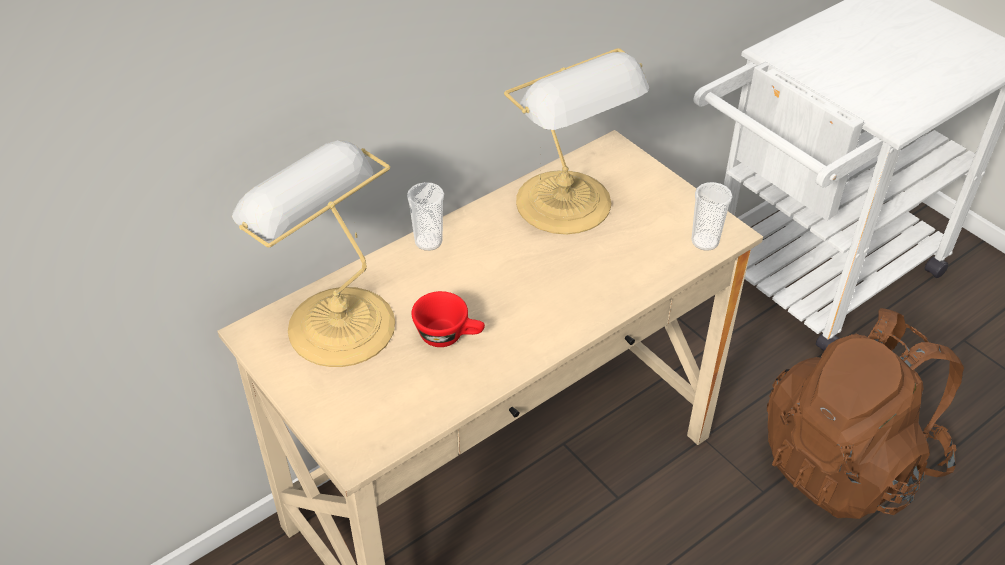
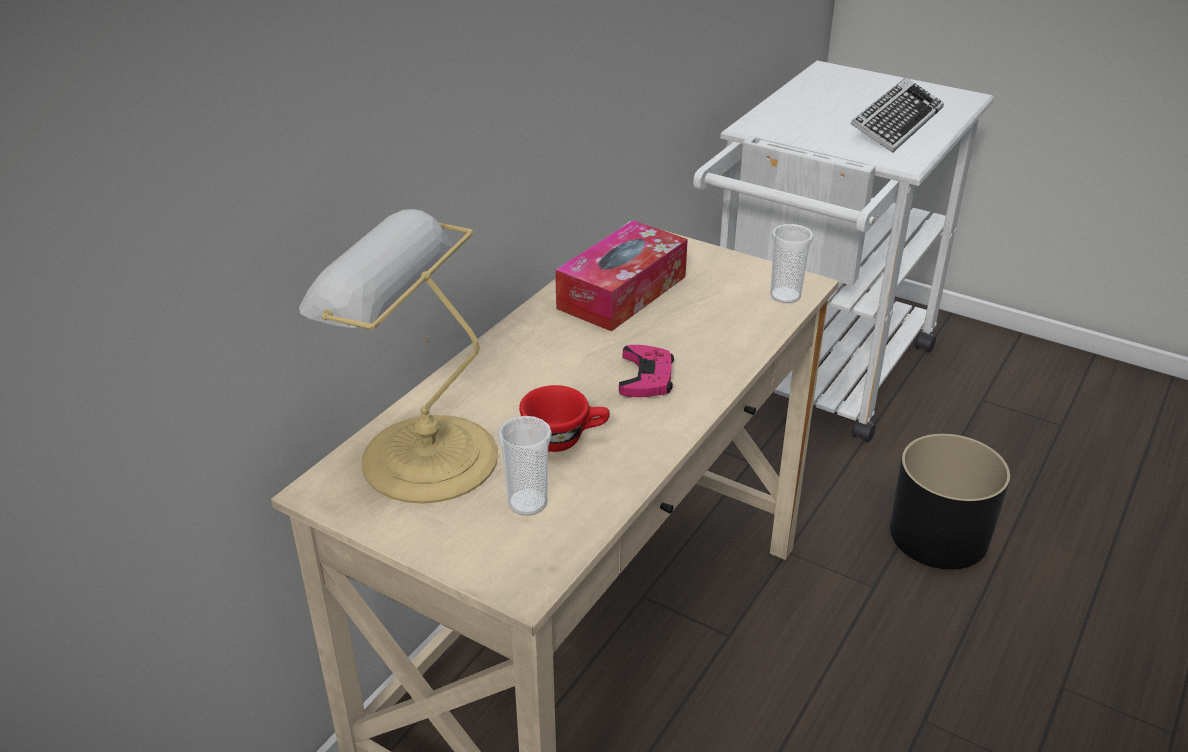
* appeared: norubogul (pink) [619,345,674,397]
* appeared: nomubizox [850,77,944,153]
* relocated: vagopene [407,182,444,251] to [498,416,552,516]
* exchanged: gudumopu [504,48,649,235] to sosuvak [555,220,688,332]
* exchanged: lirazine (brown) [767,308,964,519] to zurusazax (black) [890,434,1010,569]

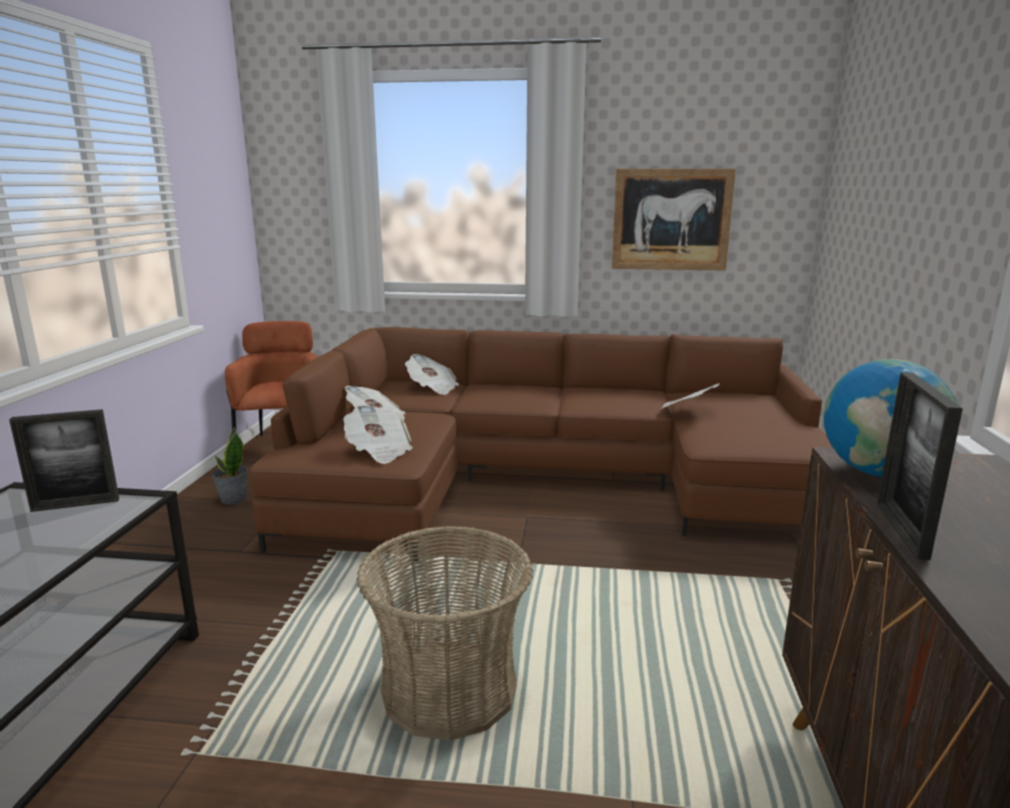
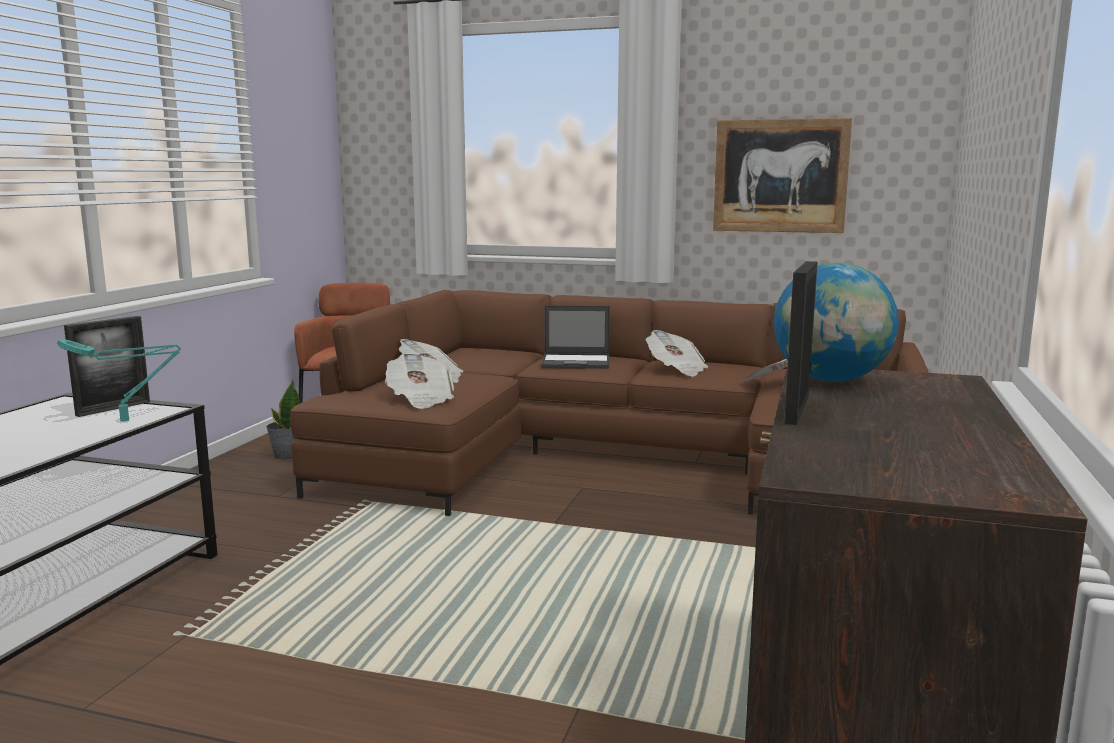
* missing: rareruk [357,526,533,741]
* appeared: gudumopu (turquoise) [57,339,181,422]
* appeared: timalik [541,306,610,369]
* relocated: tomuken [405,354,459,395] to [646,330,709,377]
* spun: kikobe [9,409,119,512] = [64,316,150,417] 45 degrees counterclockwise

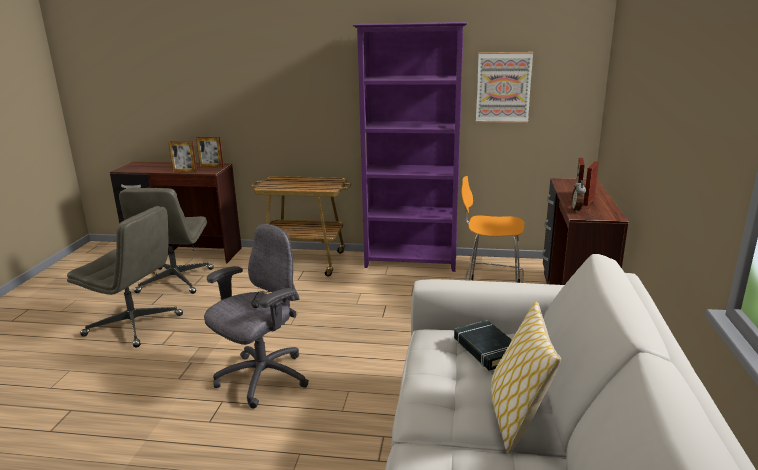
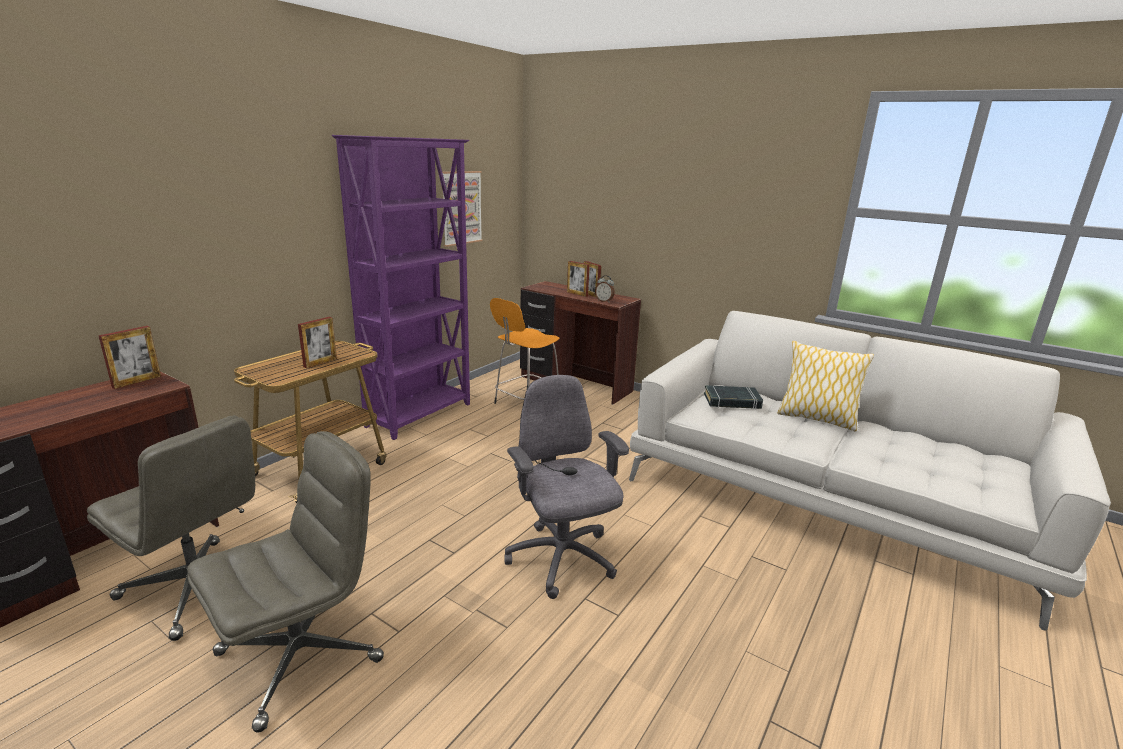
* relocated: kikobe [168,141,197,173] to [298,317,337,368]

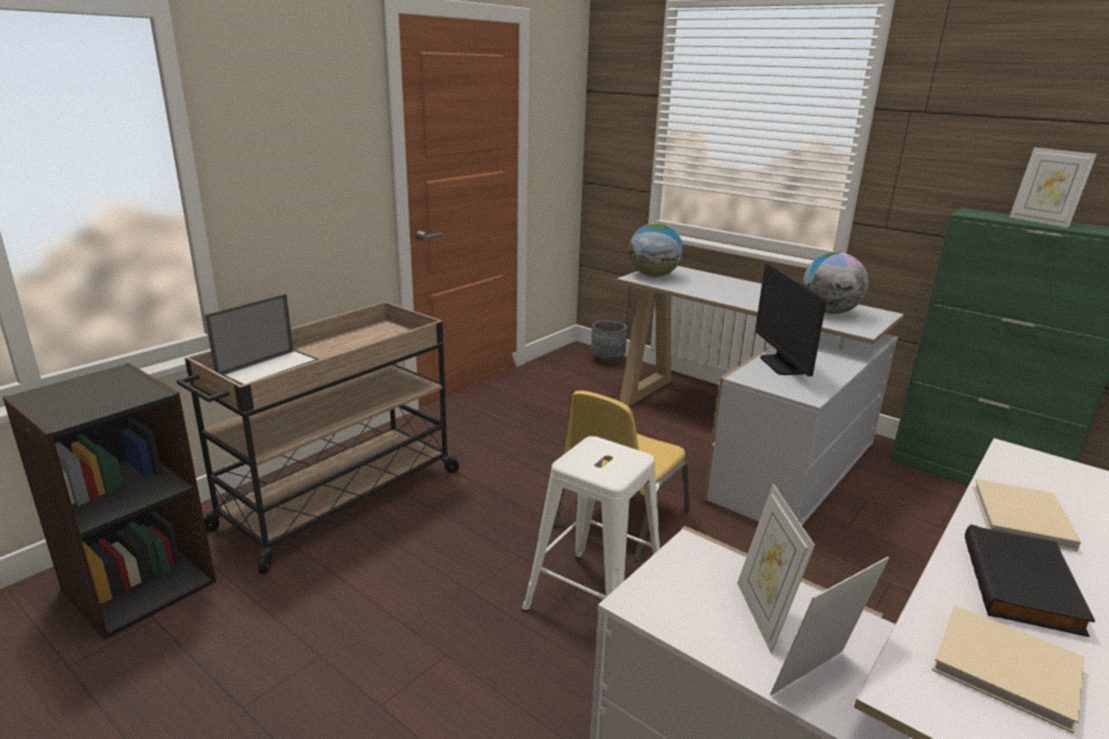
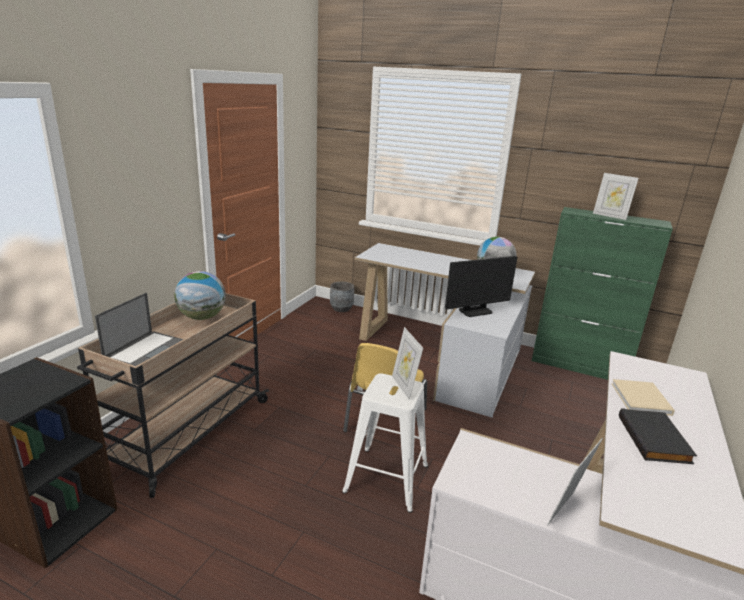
* missing: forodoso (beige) [932,605,1085,734]
* relocated: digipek [629,223,683,277] to [174,271,226,320]
* relocated: kikobe [737,484,815,653] to [392,327,423,400]
* spun: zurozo [755,263,827,376] = [445,256,517,317] 90 degrees counterclockwise

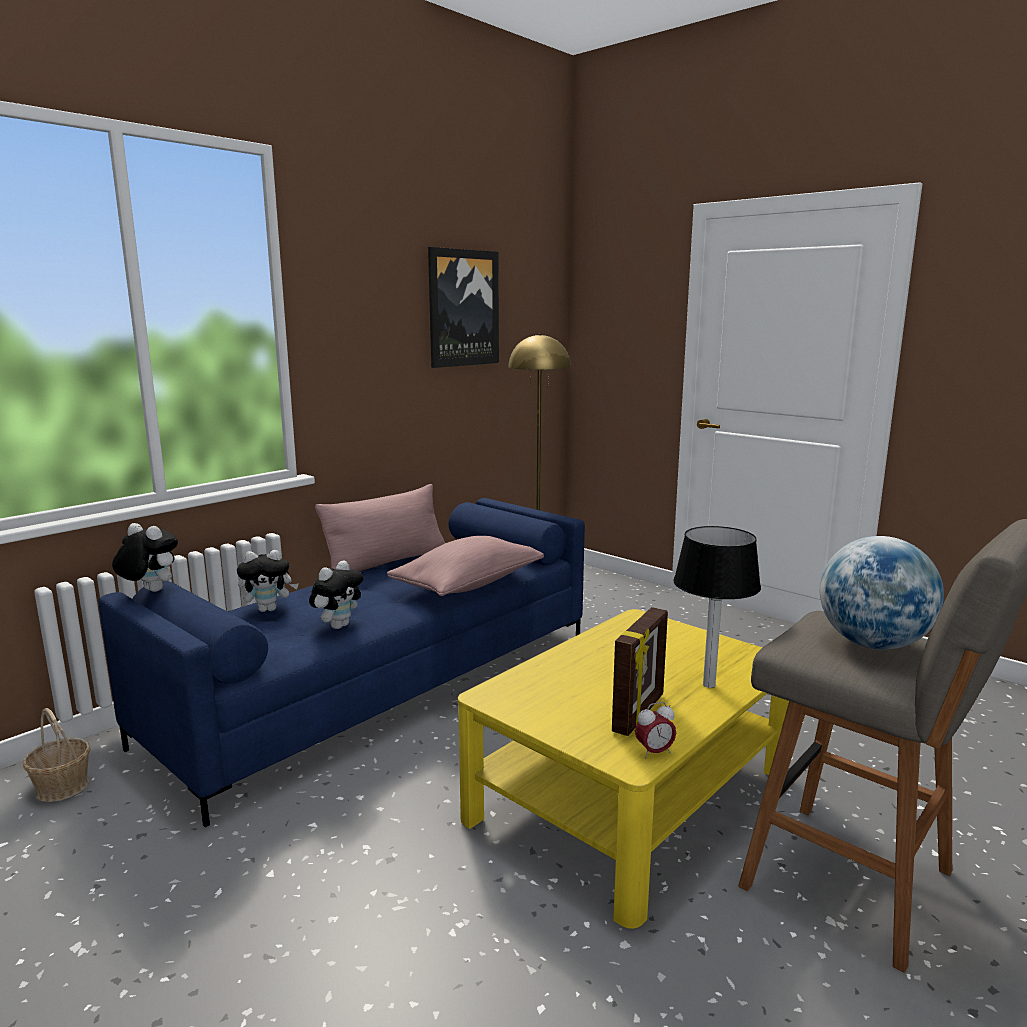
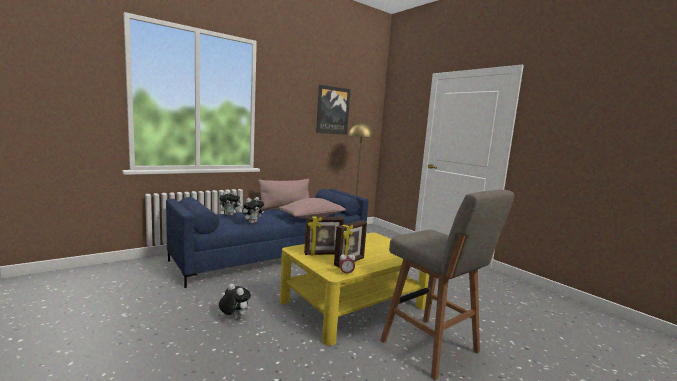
* missing: rareruk [23,708,91,802]
* missing: gudumopu [673,526,761,688]
* missing: digipek [820,536,944,650]
* appeared: kikobe [304,216,344,255]
* relocated: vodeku [112,523,178,592] to [219,284,251,319]

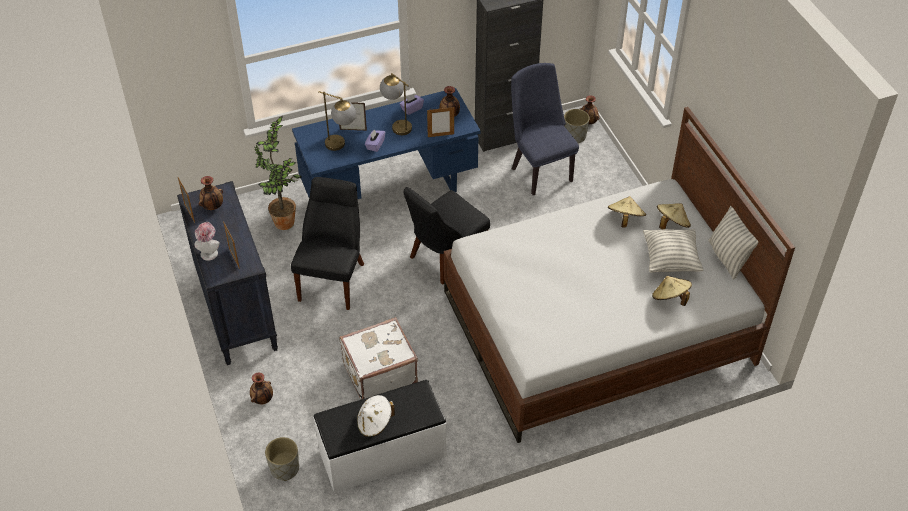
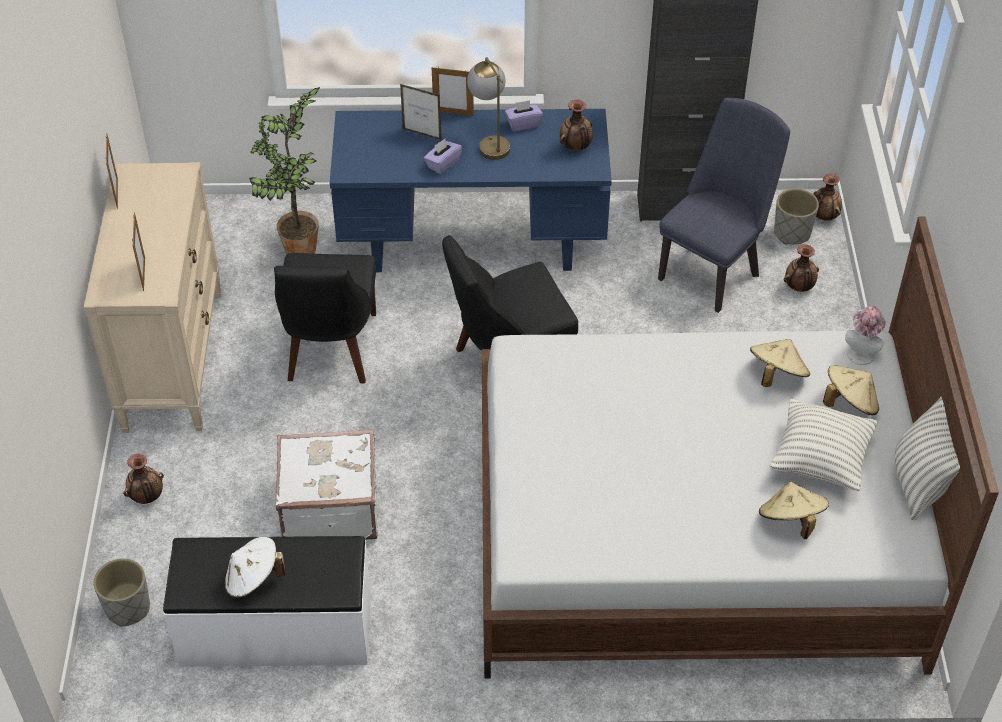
* missing: gudumopu [318,91,356,151]
* relocated: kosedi [195,222,220,260] to [845,306,886,365]
* relocated: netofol [199,176,223,210] to [784,244,819,292]
* relocated: kikobe [427,106,454,137] to [432,67,474,116]
* colour: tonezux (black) [177,181,278,365] to tonezux (beige) [84,162,222,433]
* spun: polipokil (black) [291,177,364,310] = [274,253,376,384] 150 degrees clockwise
* spun: polipokil (blue) [511,63,579,195] = [658,98,790,313] 45 degrees clockwise

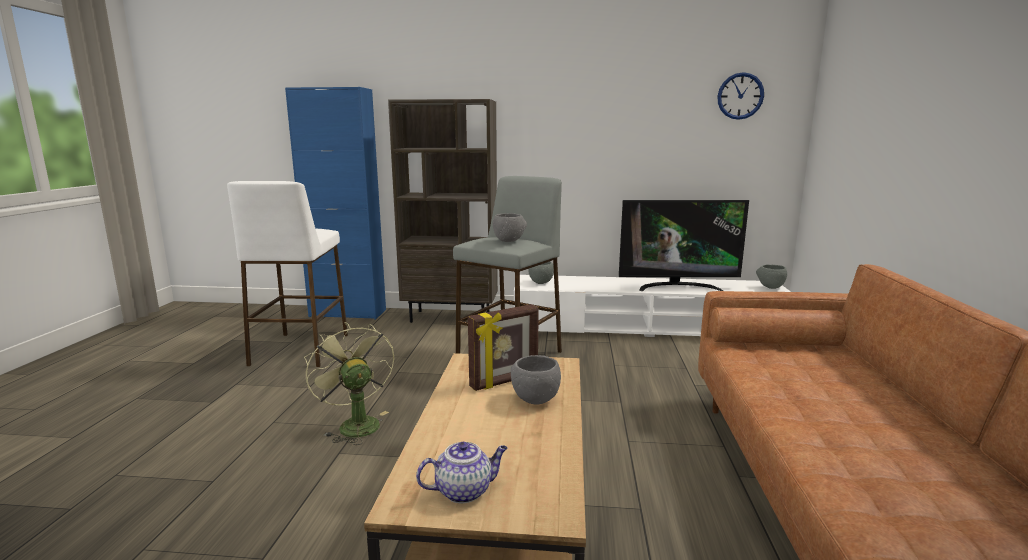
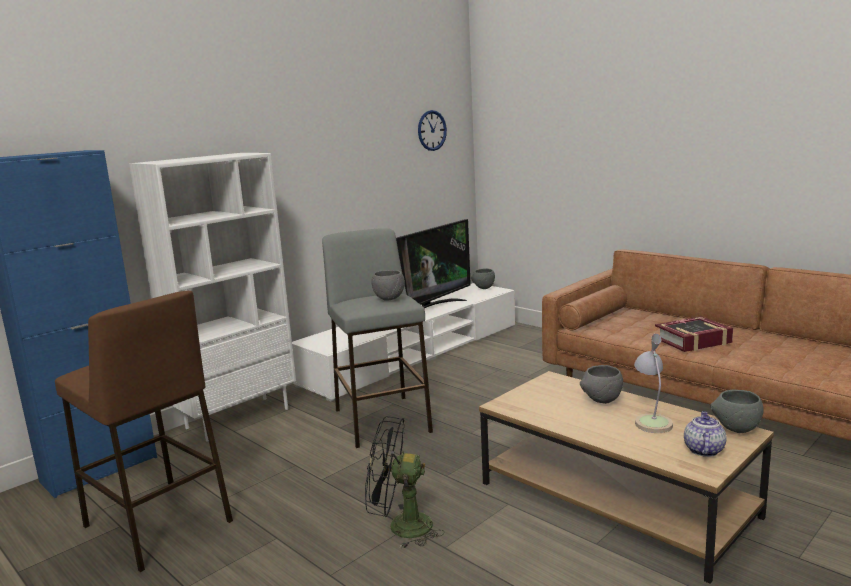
* missing: kikobe [468,304,539,391]
* appeared: gudumopu [634,334,673,433]
* appeared: forodoso [655,316,733,352]
* relocated: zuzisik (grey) [528,262,554,284] to [711,389,764,433]
* colour: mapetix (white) [227,181,348,367] to mapetix (brown) [55,291,233,572]
* colour: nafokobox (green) [304,322,394,445] to nafokobox (black) [365,416,445,549]
* colour: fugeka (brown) [388,99,498,323] to fugeka (white) [129,153,296,441]

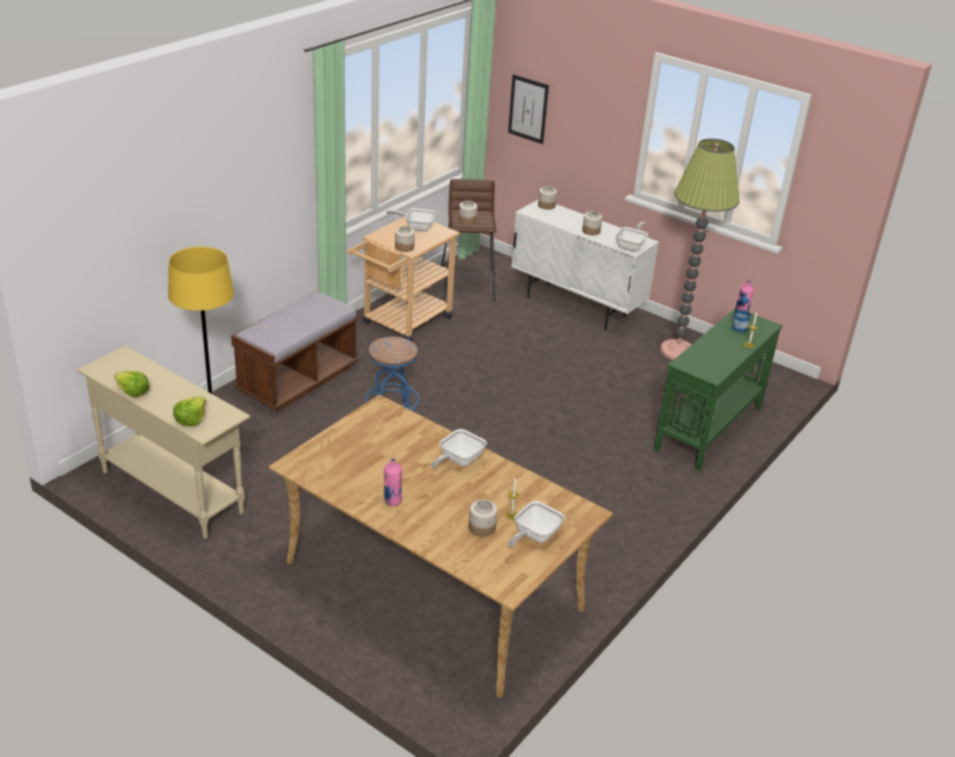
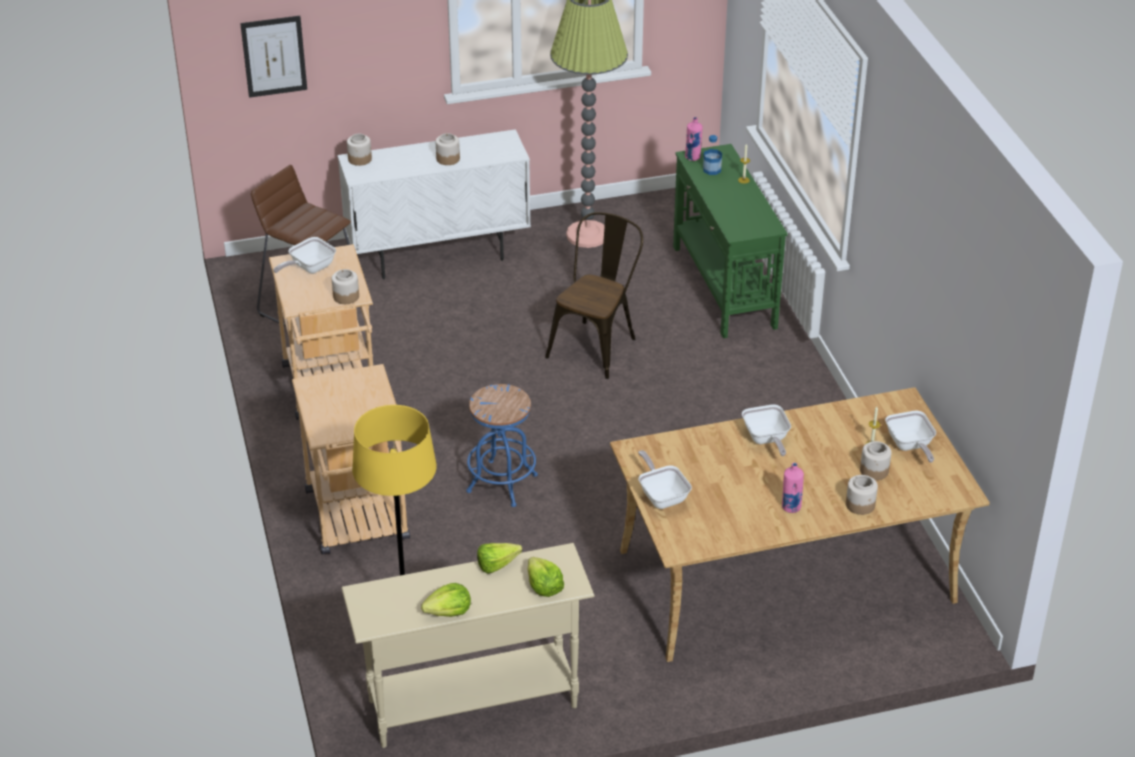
* appeared: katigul [477,543,522,574]
* appeared: polipokil (brown) [545,212,643,379]
* relocated: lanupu [459,201,477,225] to [846,475,878,515]
* relocated: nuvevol [615,222,648,252] to [638,450,692,509]
* exchanged: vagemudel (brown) [231,291,358,412] to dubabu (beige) [292,364,410,554]

